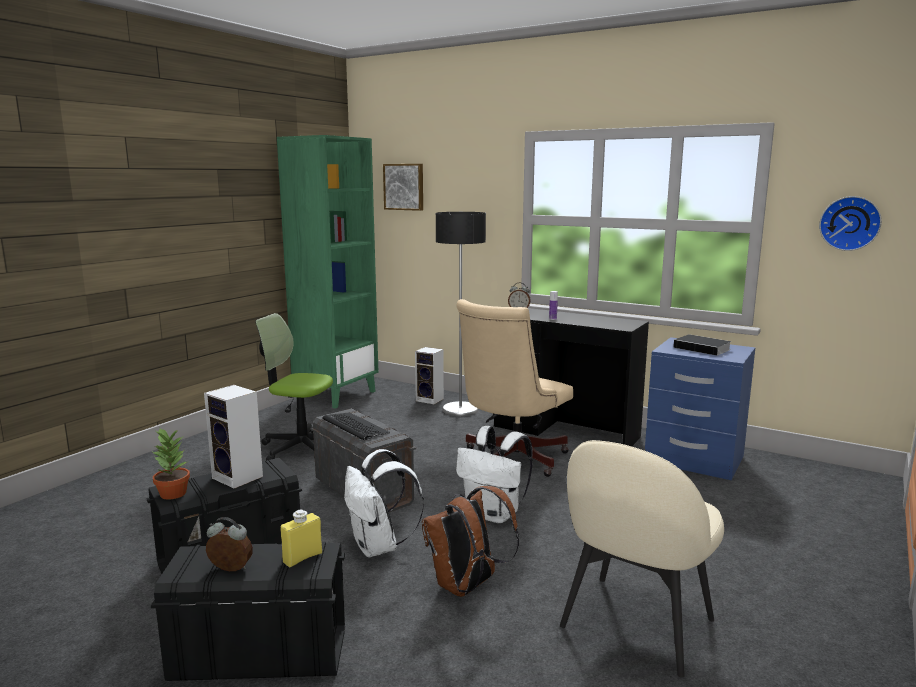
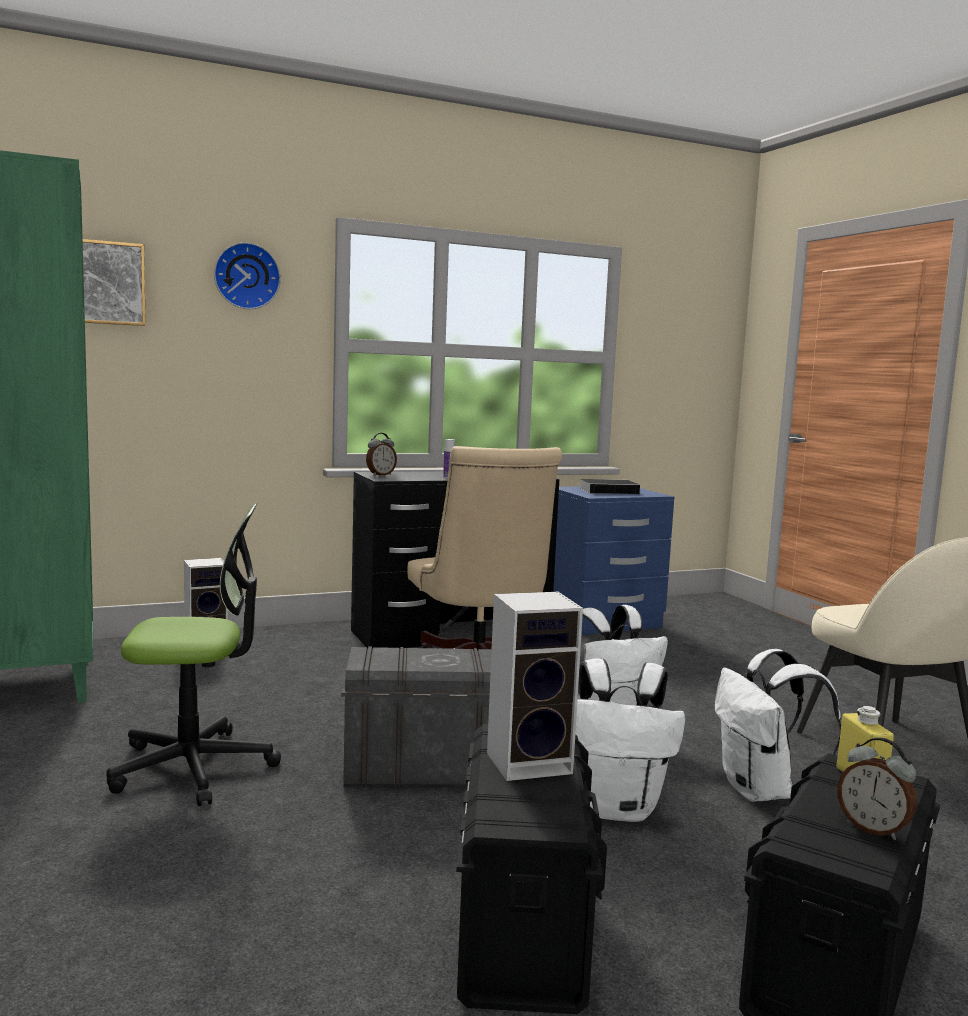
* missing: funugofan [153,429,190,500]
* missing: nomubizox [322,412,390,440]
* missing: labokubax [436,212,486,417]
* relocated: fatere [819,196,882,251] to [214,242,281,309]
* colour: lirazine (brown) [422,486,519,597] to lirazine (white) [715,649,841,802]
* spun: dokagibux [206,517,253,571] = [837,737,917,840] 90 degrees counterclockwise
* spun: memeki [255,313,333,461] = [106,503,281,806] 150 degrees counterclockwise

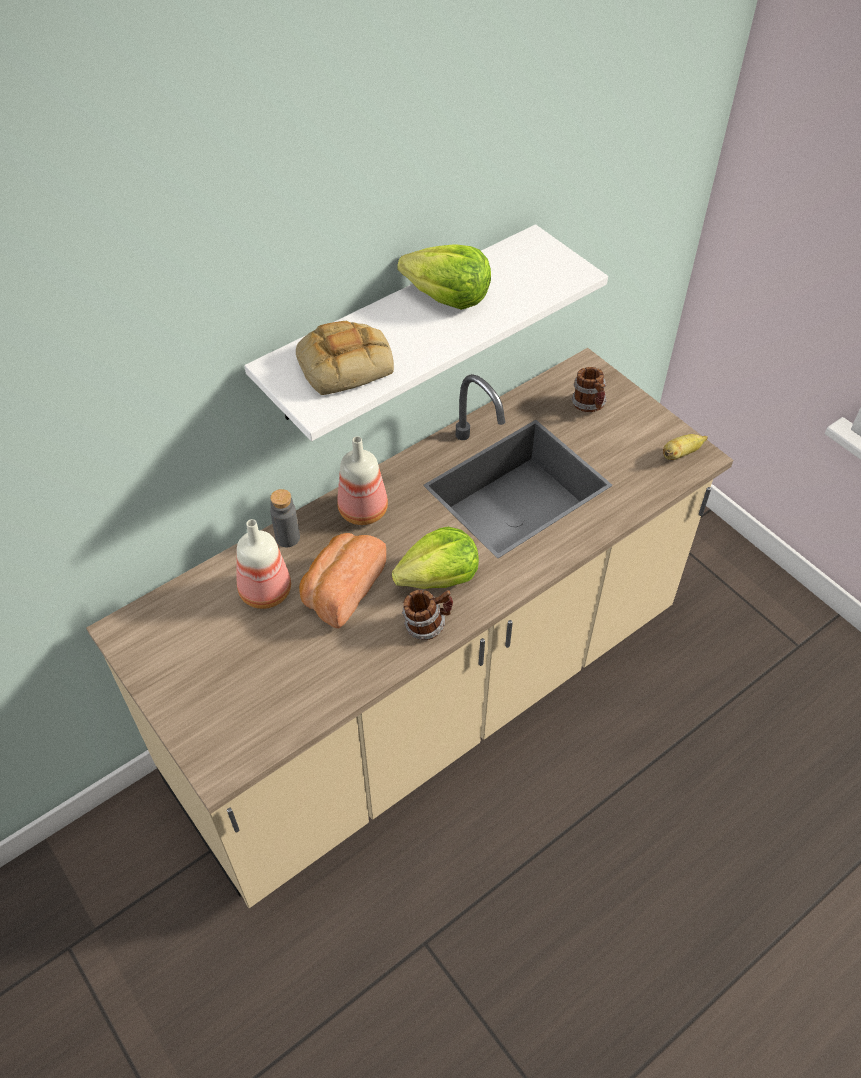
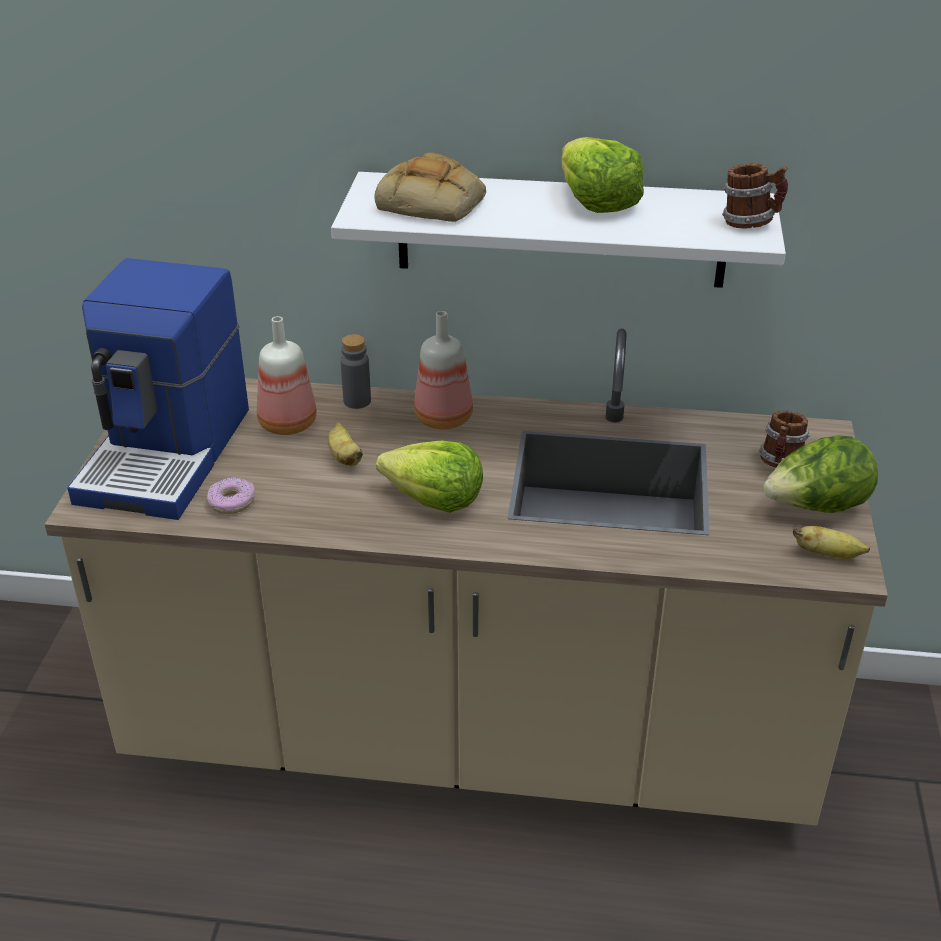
* appeared: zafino [68,258,249,520]
* appeared: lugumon [206,477,255,514]
* appeared: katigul [763,435,878,513]
* relocated: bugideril [402,590,453,640] to [722,164,788,229]
* exchanged: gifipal [299,533,386,628] to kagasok [328,422,363,466]

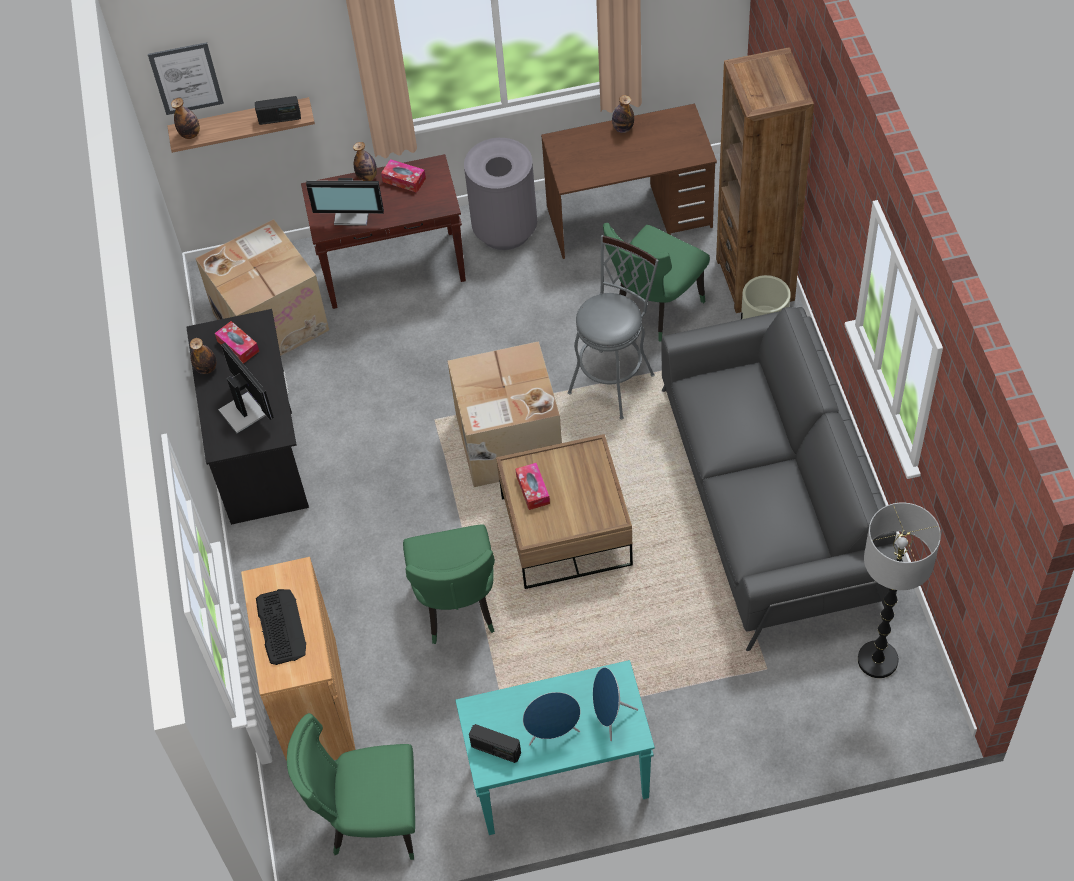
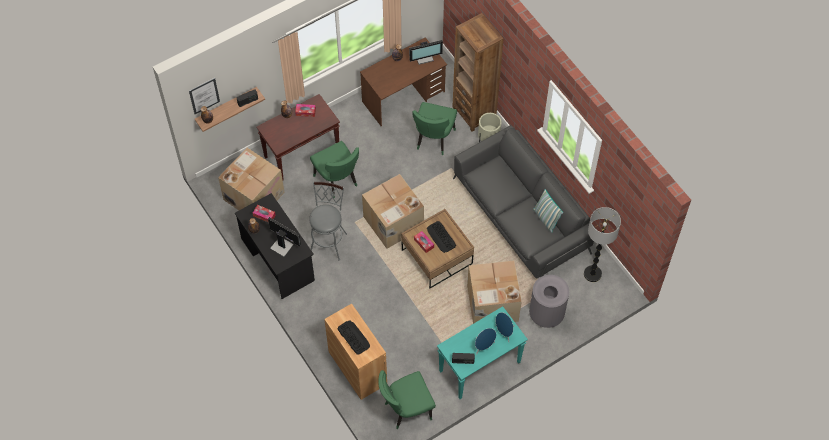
* appeared: nomubizox [427,221,456,253]
* appeared: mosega [467,260,522,324]
* appeared: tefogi [533,189,563,232]
* relocated: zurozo [306,178,384,226] to [409,40,443,65]
* relocated: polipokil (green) [403,524,495,644] to [310,141,359,198]
* relocated: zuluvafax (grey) [464,138,537,250] to [529,275,569,328]
* relocated: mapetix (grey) [568,235,659,419] to [309,182,347,261]

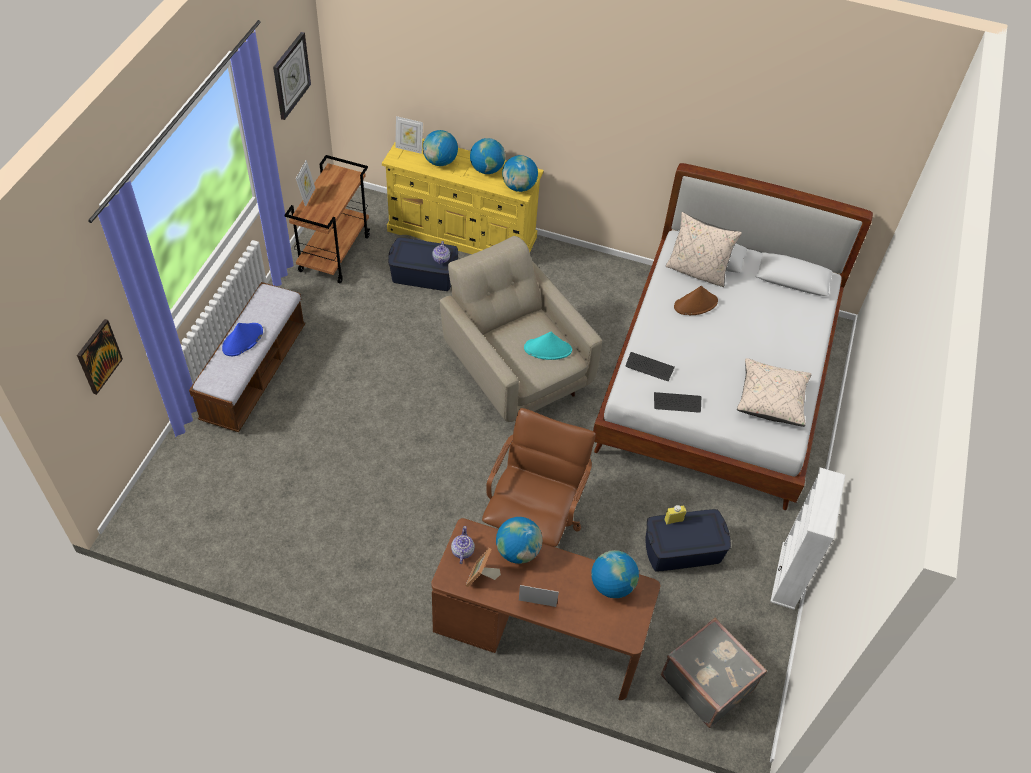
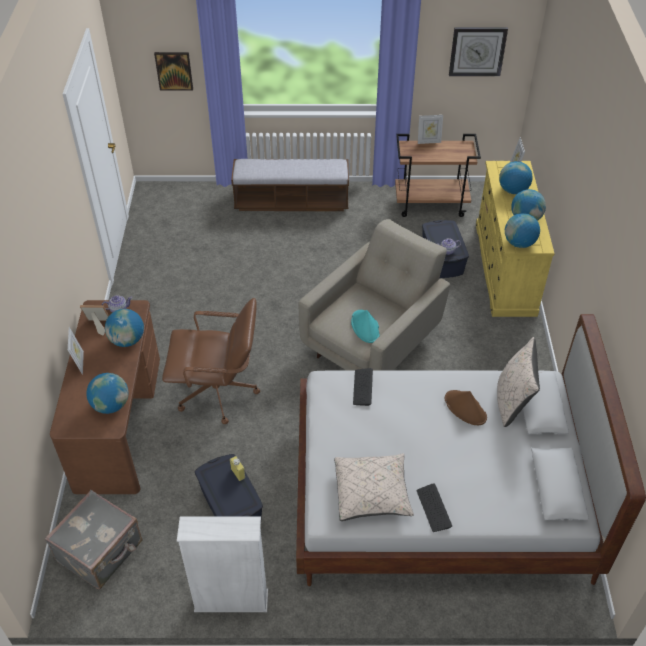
* missing: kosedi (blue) [222,323,263,356]
* relocated: nomubizox [654,392,701,413] to [417,483,452,532]

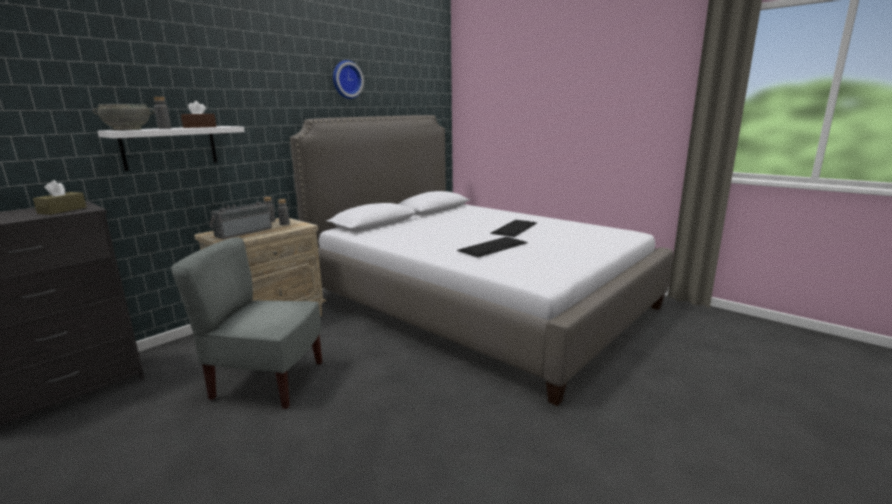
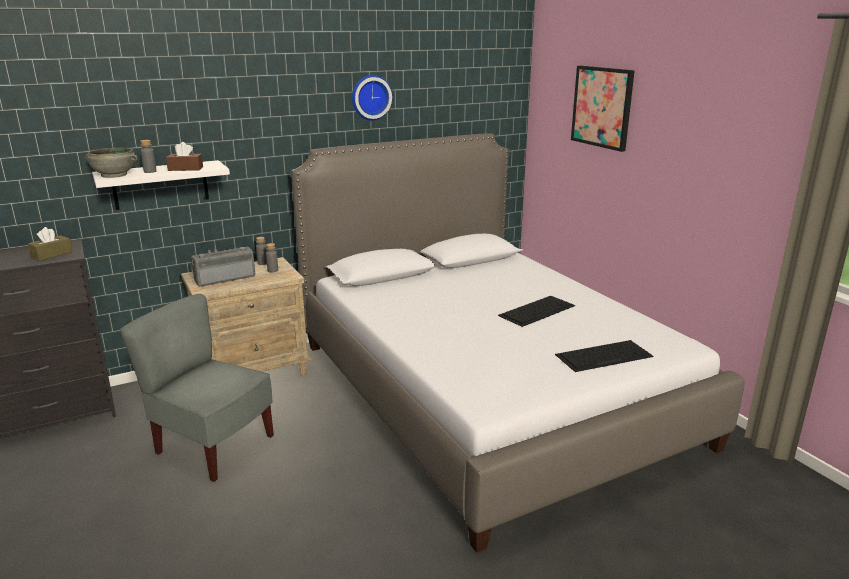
* appeared: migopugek [571,66,635,152]
* relocated: nomubizox [457,237,528,257] to [555,340,653,372]

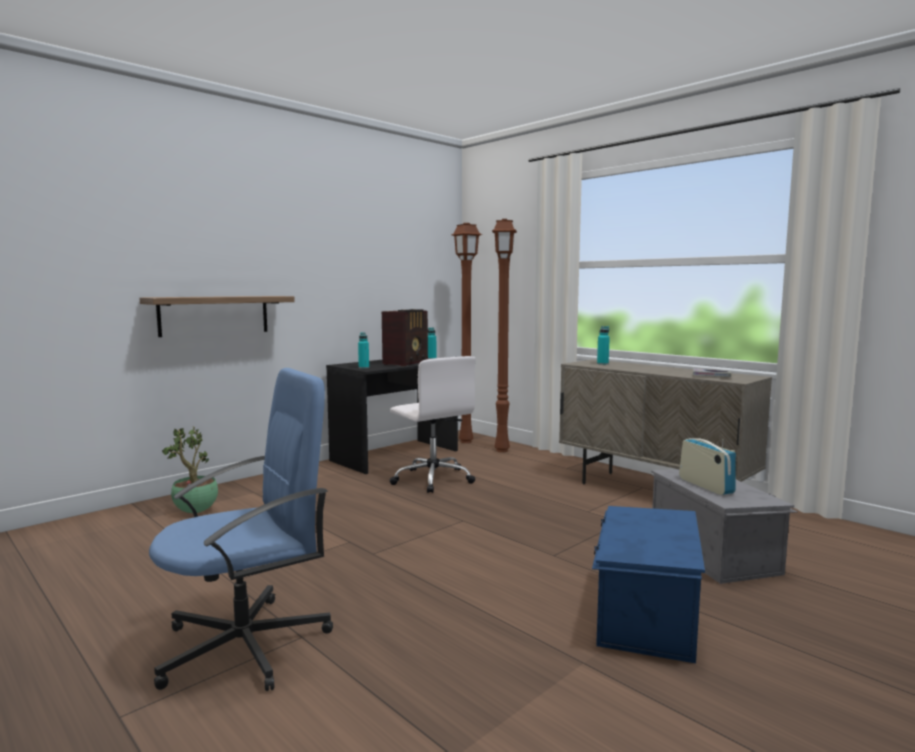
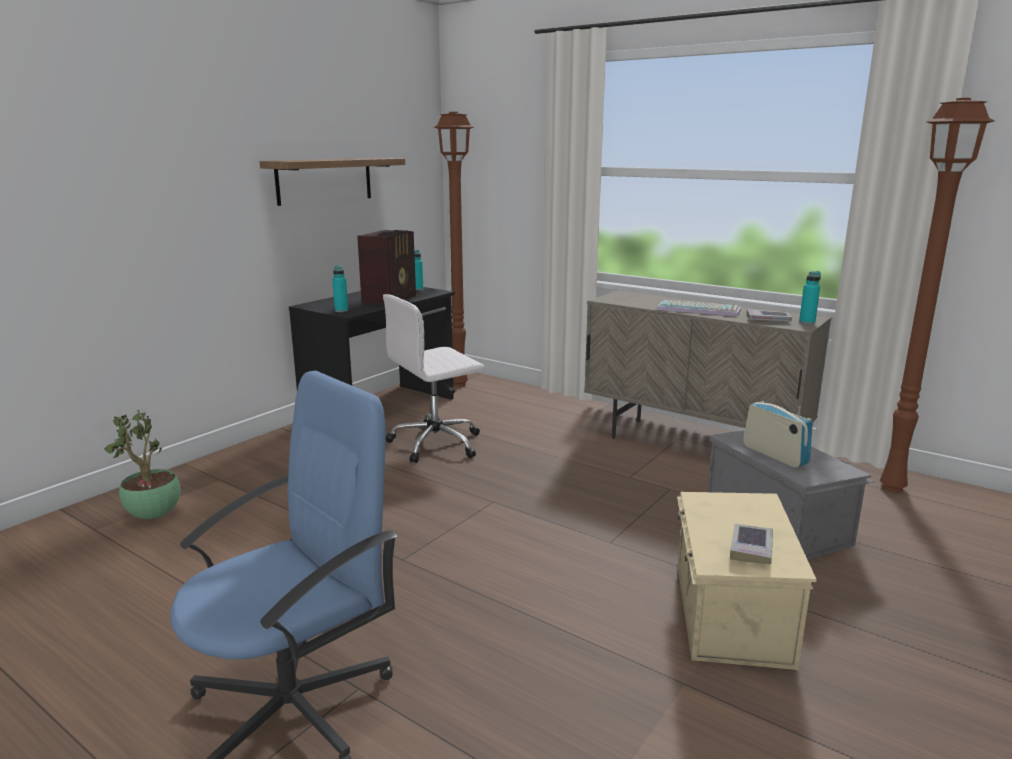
* appeared: nomubizox [657,300,741,316]
* appeared: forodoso [730,524,773,564]
* relocated: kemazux [140,296,295,337] to [259,158,405,206]
* relocated: labokubax (brown) [492,219,517,452] to [880,98,995,492]
* relocated: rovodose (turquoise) [597,326,610,365] to [799,271,821,324]
* colour: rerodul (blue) [592,506,705,663] to rerodul (beige) [677,492,816,670]
* spun: memeki (white) [390,356,476,493] = [383,294,485,463] 105 degrees clockwise

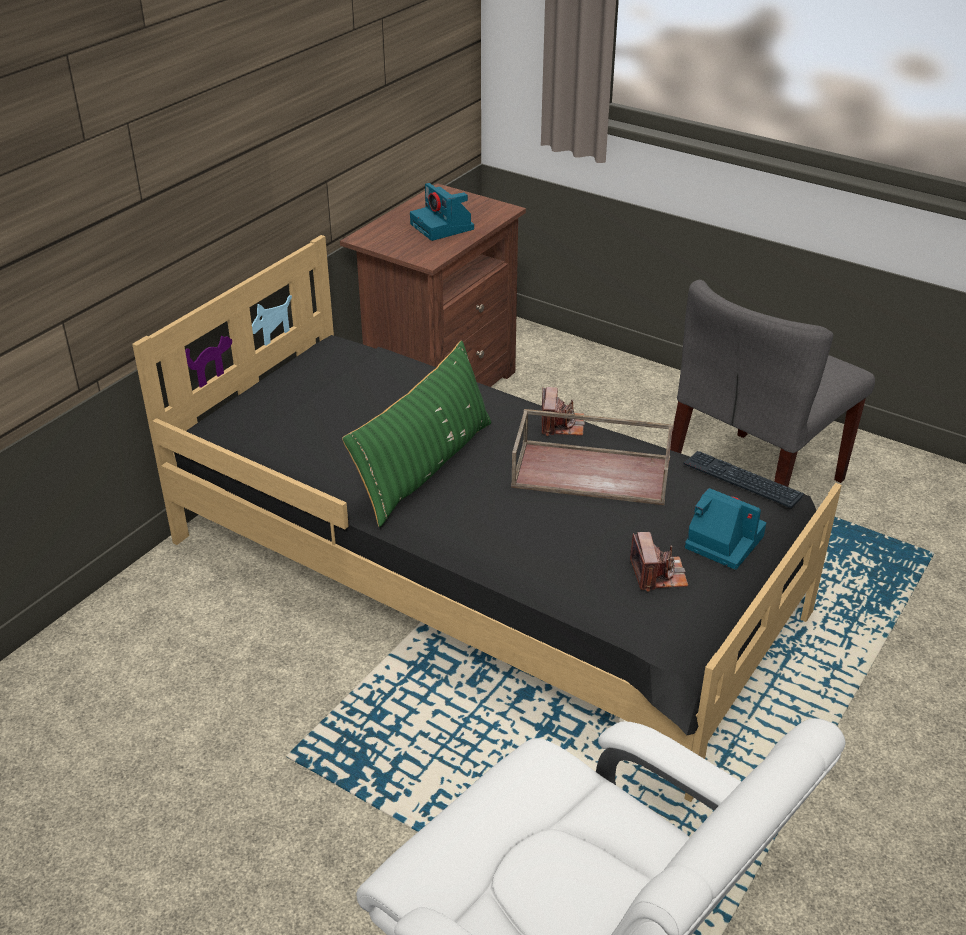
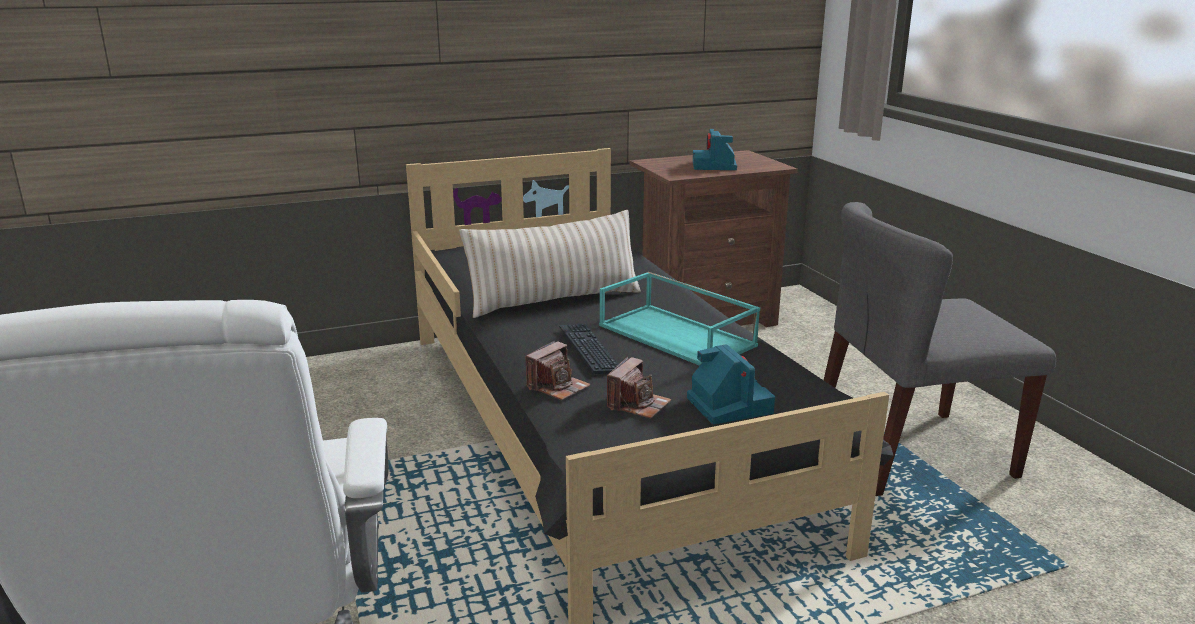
* relocated: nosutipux [542,387,585,436] to [525,341,591,400]
* relocated: nomubizox [684,451,804,508] to [559,324,619,374]
* colour: tefogi (green) [342,341,491,527] to tefogi (beige) [459,210,641,318]
* colour: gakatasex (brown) [511,409,674,505] to gakatasex (turquoise) [599,272,760,366]

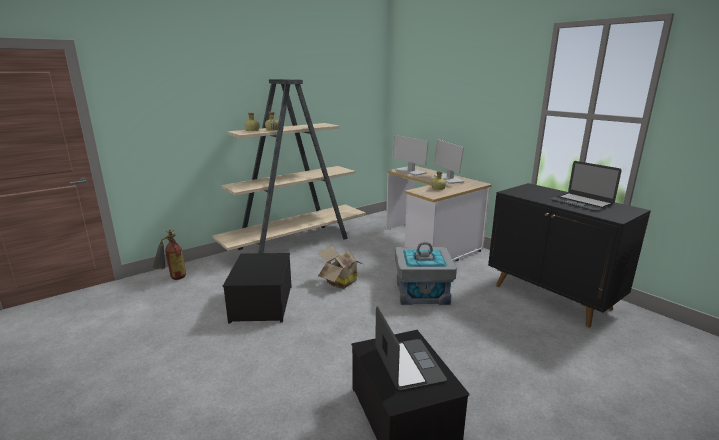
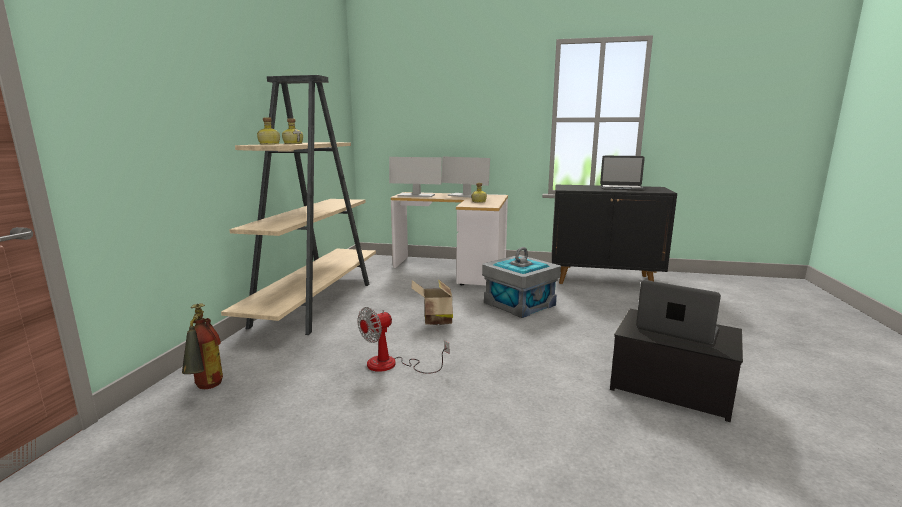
* exchanged: rerodul [223,253,292,323] to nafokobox [357,307,449,374]

